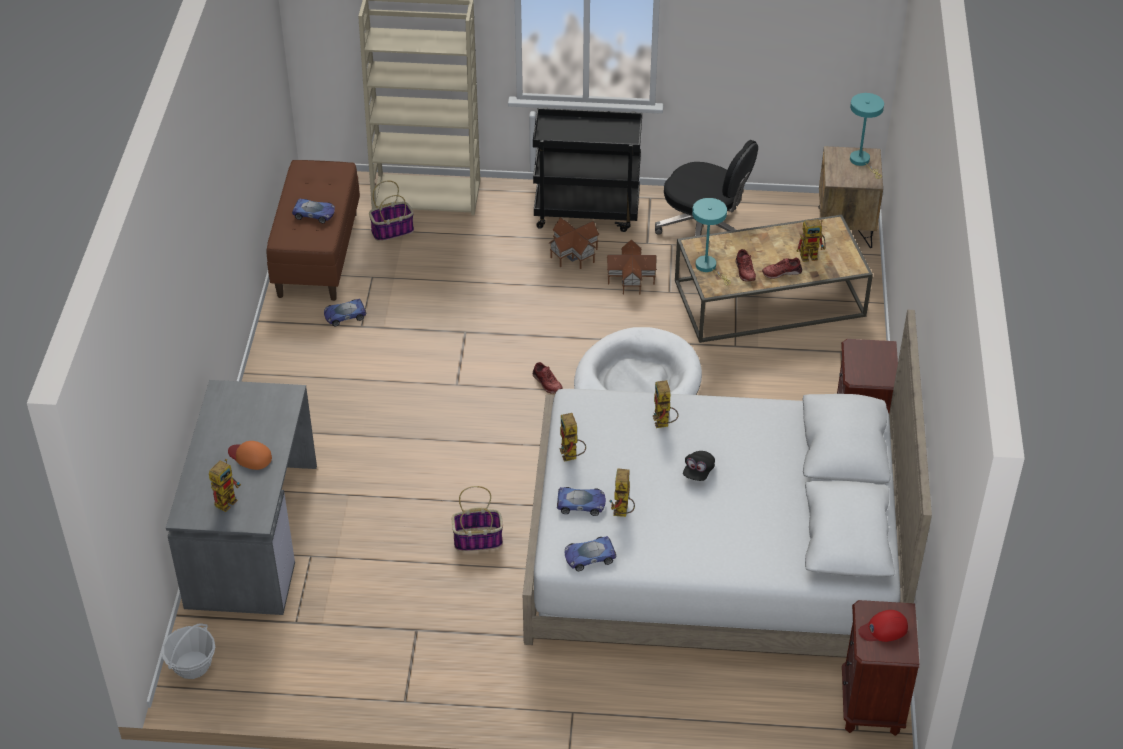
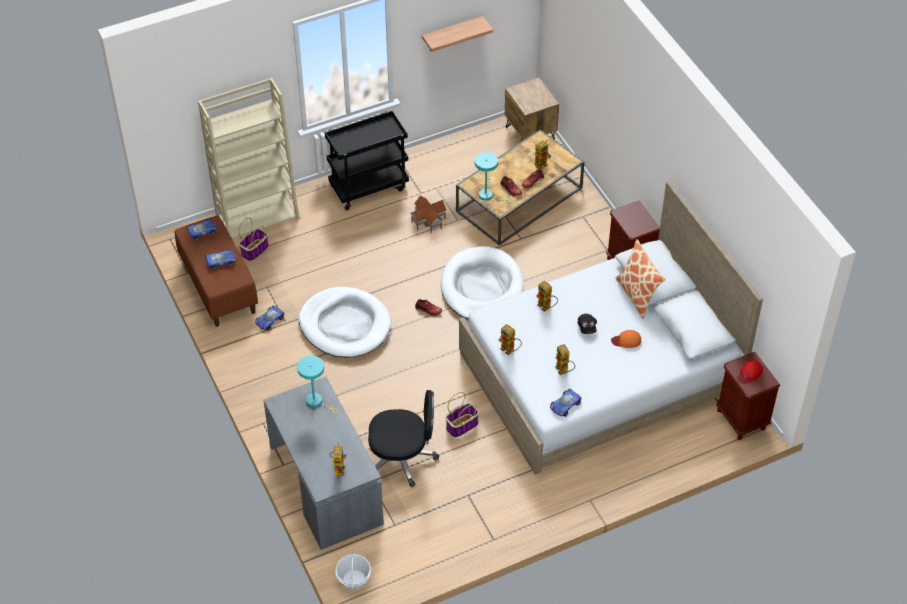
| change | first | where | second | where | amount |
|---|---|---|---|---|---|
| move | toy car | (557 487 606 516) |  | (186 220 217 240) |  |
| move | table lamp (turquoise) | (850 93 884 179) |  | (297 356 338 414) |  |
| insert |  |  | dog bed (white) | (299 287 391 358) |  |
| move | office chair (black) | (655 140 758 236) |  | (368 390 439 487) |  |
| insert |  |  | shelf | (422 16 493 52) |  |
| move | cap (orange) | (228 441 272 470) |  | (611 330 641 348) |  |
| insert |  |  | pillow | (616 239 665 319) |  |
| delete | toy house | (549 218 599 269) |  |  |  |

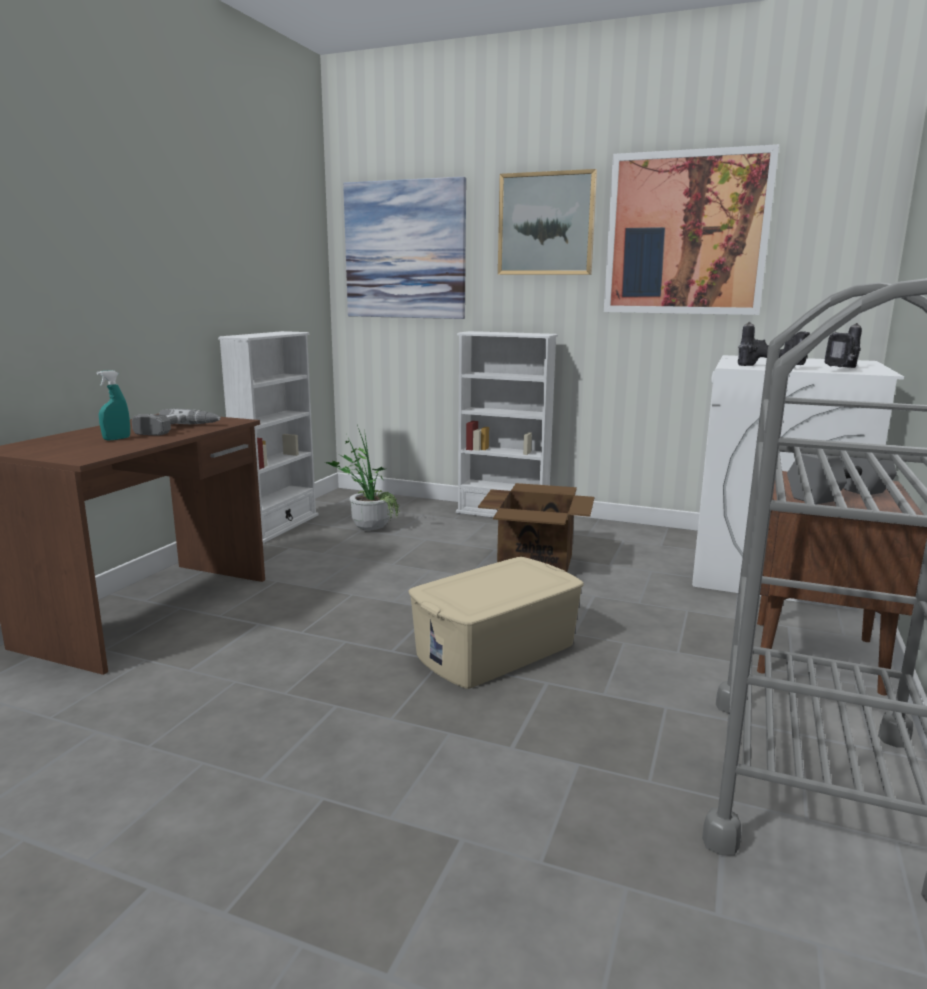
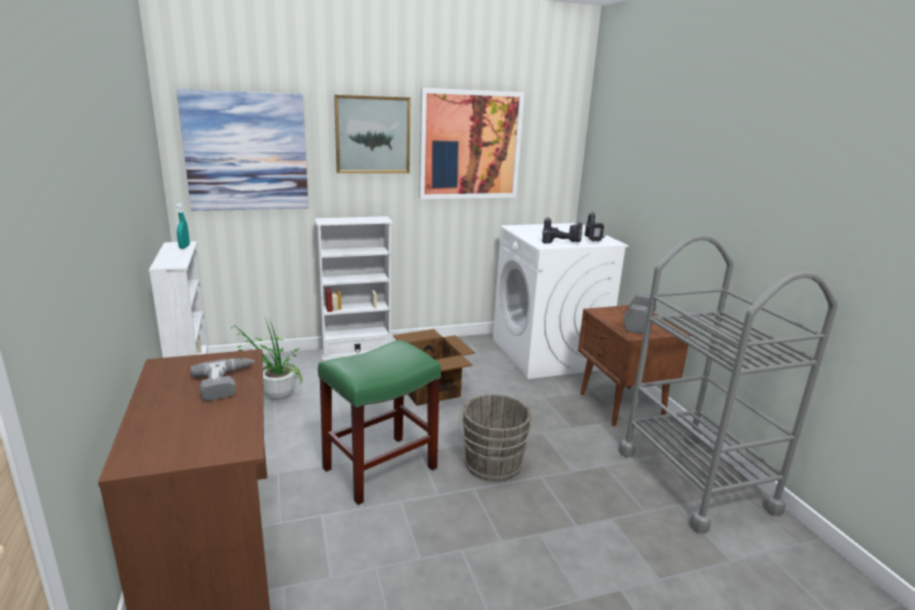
| change | first | where | second | where | amount |
|---|---|---|---|---|---|
| move | spray bottle (turquoise) | (97 370 130 441) |  | (175 203 190 249) |  |
| insert |  |  | stool (green) | (318 340 441 505) |  |
| replace | storage box (beige) | (409 557 584 689) | bucket (grey) | (458 394 533 482) |  |

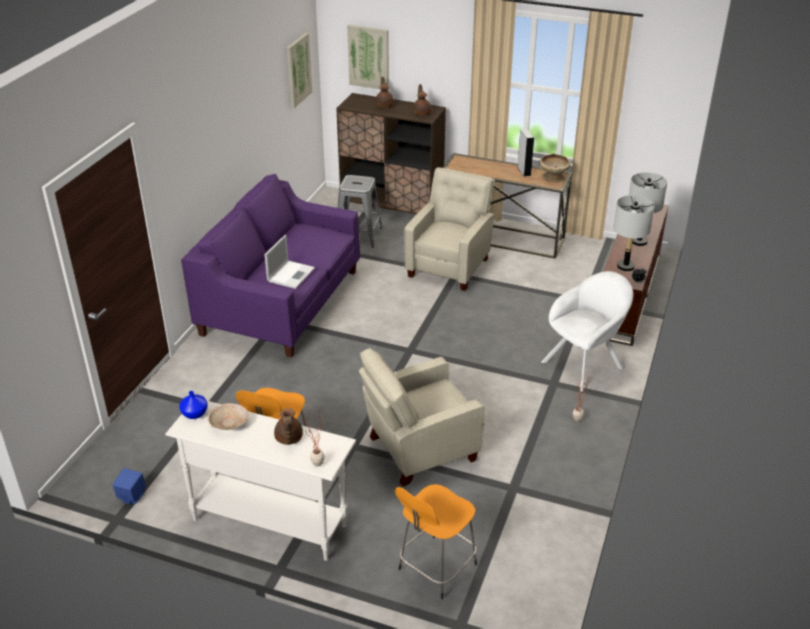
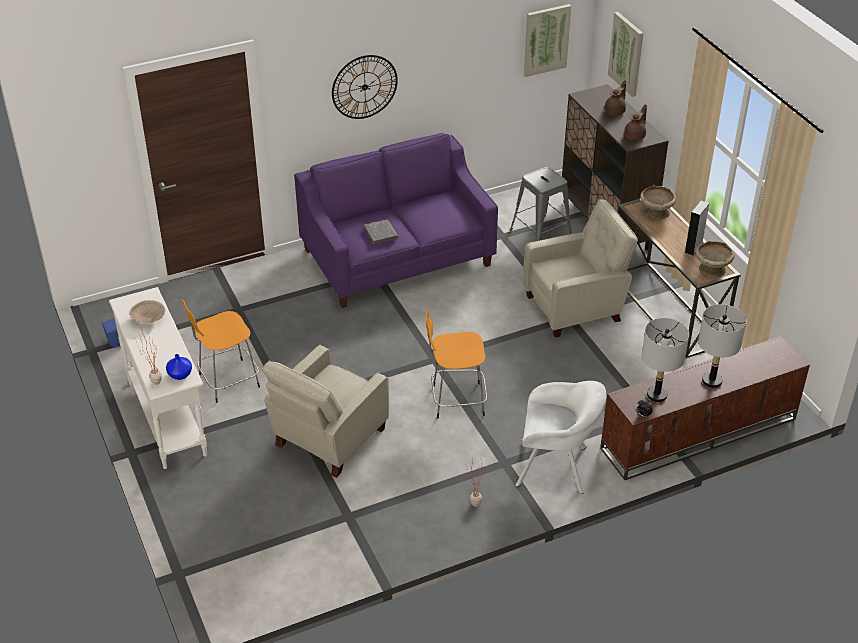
| change | first | where | second | where | amount |
|---|---|---|---|---|---|
| move | vase (blue) | (179 391 208 419) |  | (166 354 192 380) |  |
| rotate | armchair (beige) | (359 348 485 487) |  | (261 345 389 478) | 75 degrees counterclockwise |
| insert |  |  | wall clock | (332 55 398 119) |  |
| replace | laptop | (265 235 315 289) | book (grey) | (364 219 398 244) |  |
| move | stool (orange) | (395 484 477 599) |  | (426 309 487 419) |  |
| insert |  |  | bowl (beige) | (640 185 676 220) |  |
| delete | teapot (brown) | (274 408 303 445) |  |  |  |

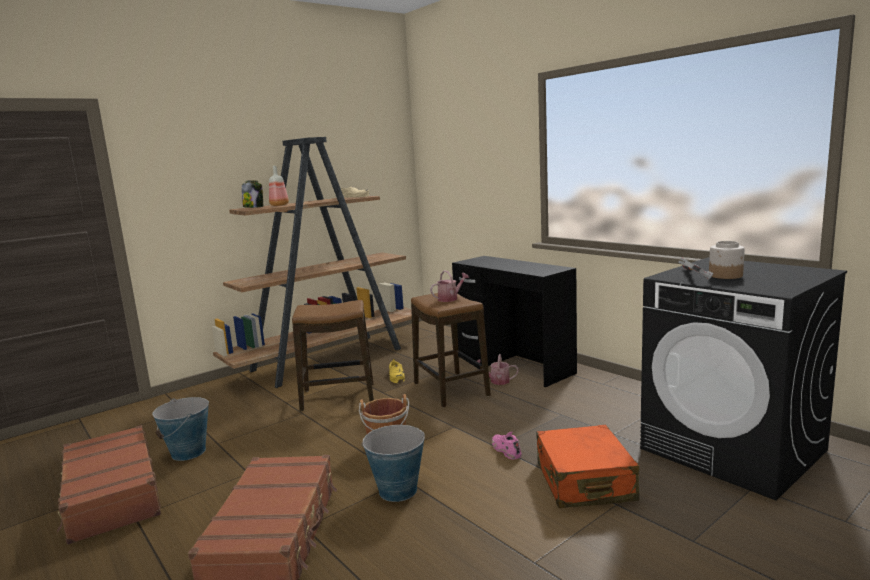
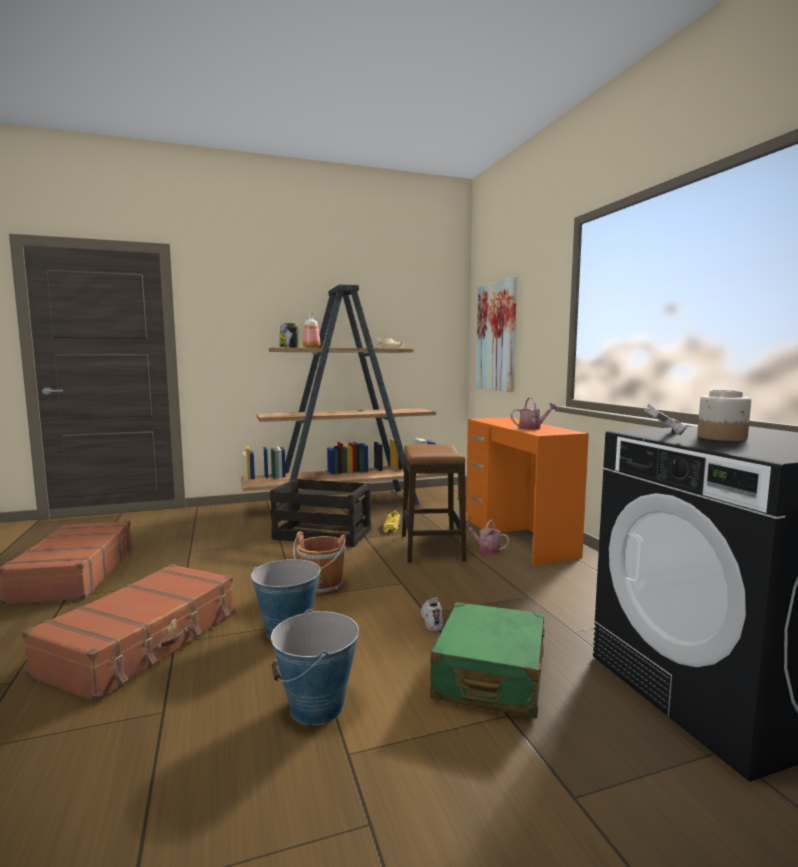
| change | first | where | second | where | amount |
|---|---|---|---|---|---|
| replace | stool | (292 300 374 411) | crate | (270 479 371 547) |  |
| move | bucket | (152 397 209 461) |  | (271 609 359 725) |  |
| recolor | shoe (pink) | (492 431 522 460) | shoe (white) | (421 598 443 631) |  |
| recolor | suitcase (orange) | (536 425 639 508) | suitcase (green) | (430 602 545 719) |  |
| recolor | desk (black) | (452 256 577 387) | desk (orange) | (466 417 589 565) |  |
| insert |  |  | picture | (476 277 517 392) |  |
| move | watering can | (430 270 470 302) |  | (511 397 558 430) |  |

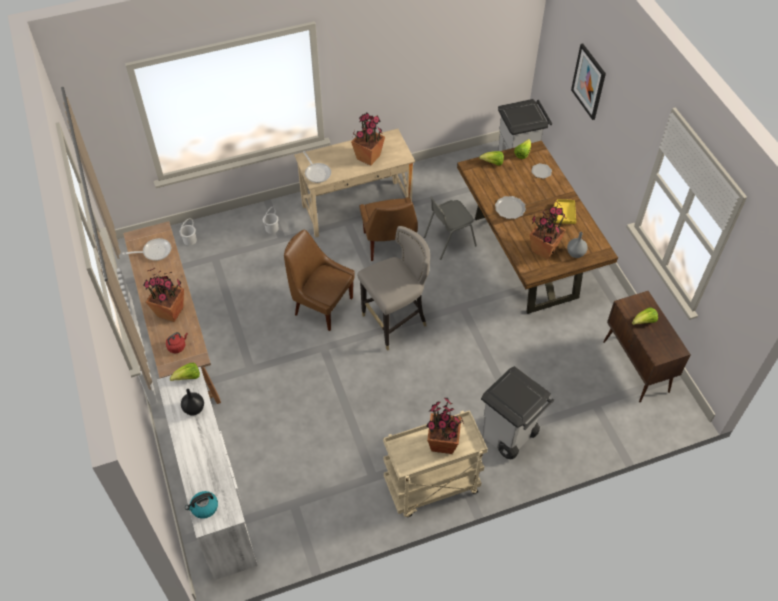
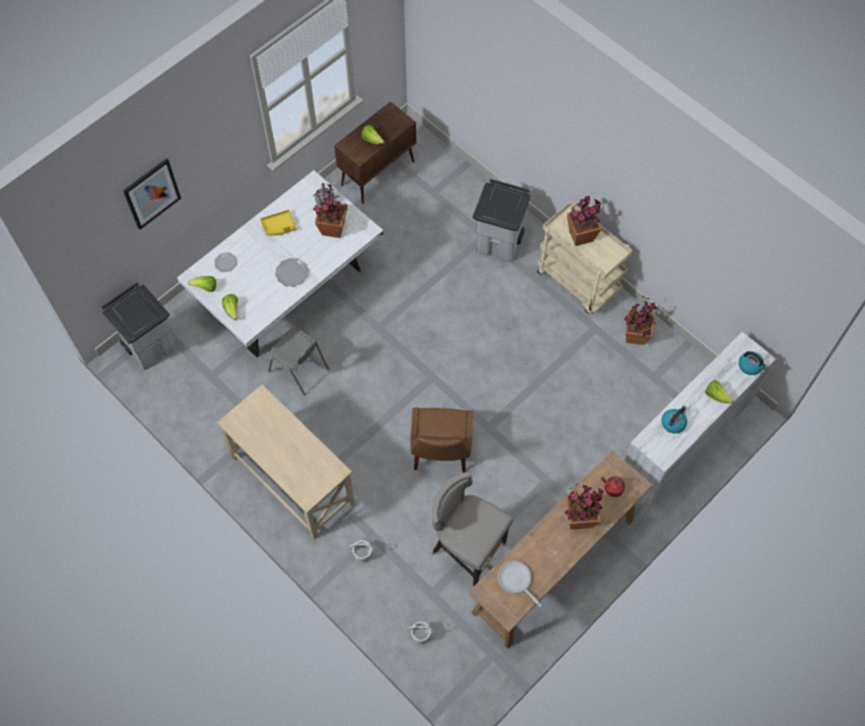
| change | first | where | second | where | amount |
|---|---|---|---|---|---|
| recolor | dining table (brown) | (457 140 618 314) | dining table (white) | (177 170 383 357) |  |
| move | stool (grey) | (357 226 430 351) |  | (432 472 514 587) |  |
| move | potted plant | (351 113 385 166) |  | (624 295 657 345) |  |
| replace | vase (black) | (181 389 204 415) | kettle | (661 406 687 433) |  |
| move | lettuce | (170 362 200 381) |  | (705 380 734 404) |  |
| delete | frying pan | (303 151 331 183) |  |  |  |
| delete | chair (brown) | (359 197 418 261) |  |  |  |

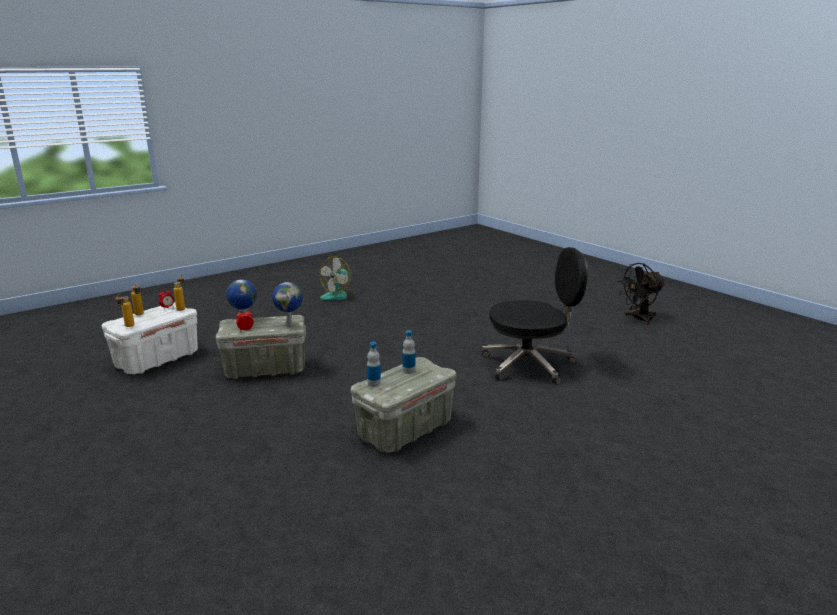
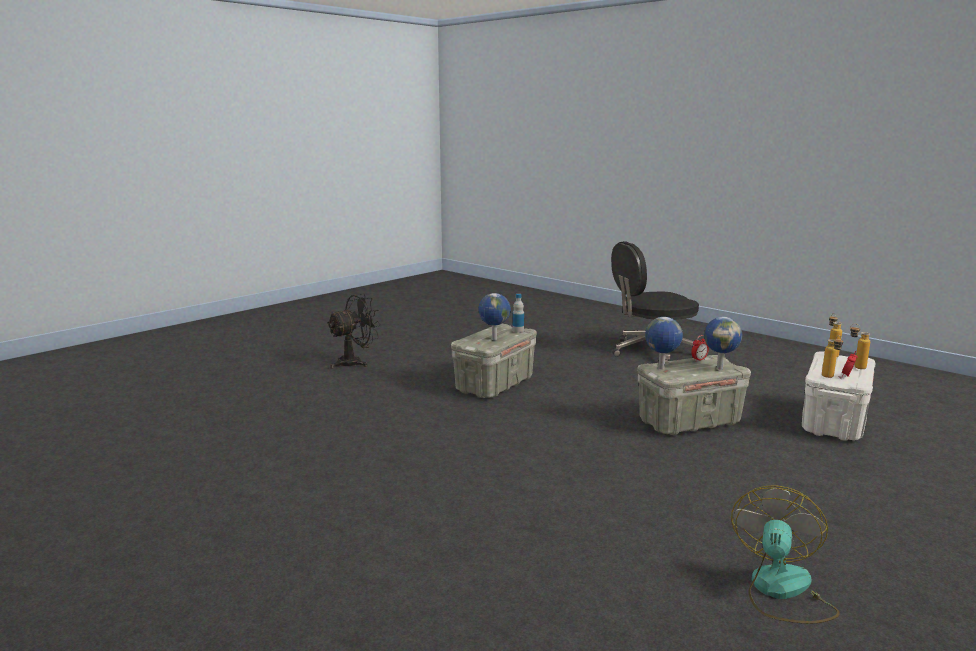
| change | first | where | second | where | amount |
|---|---|---|---|---|---|
| move | fan (black) | (617 263 665 325) |  | (327 294 381 369) |  |
| replace | bottle | (402 330 416 374) | globe | (478 293 511 340) |  |
| move | office chair (black) | (482 247 588 385) |  | (611 241 699 362) |  |

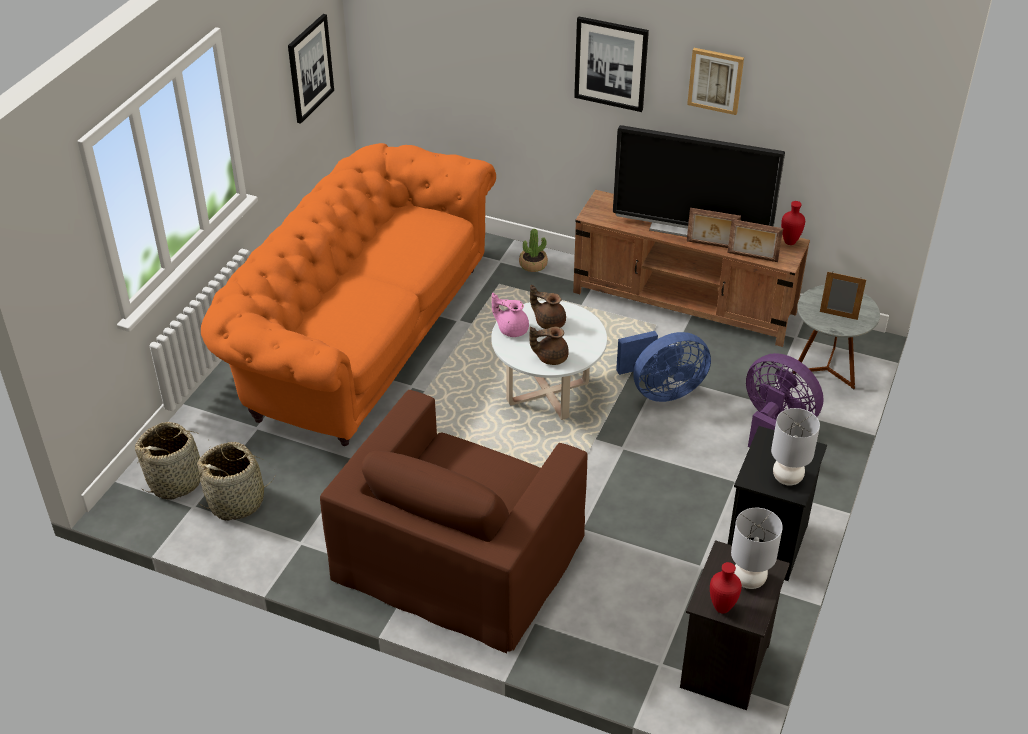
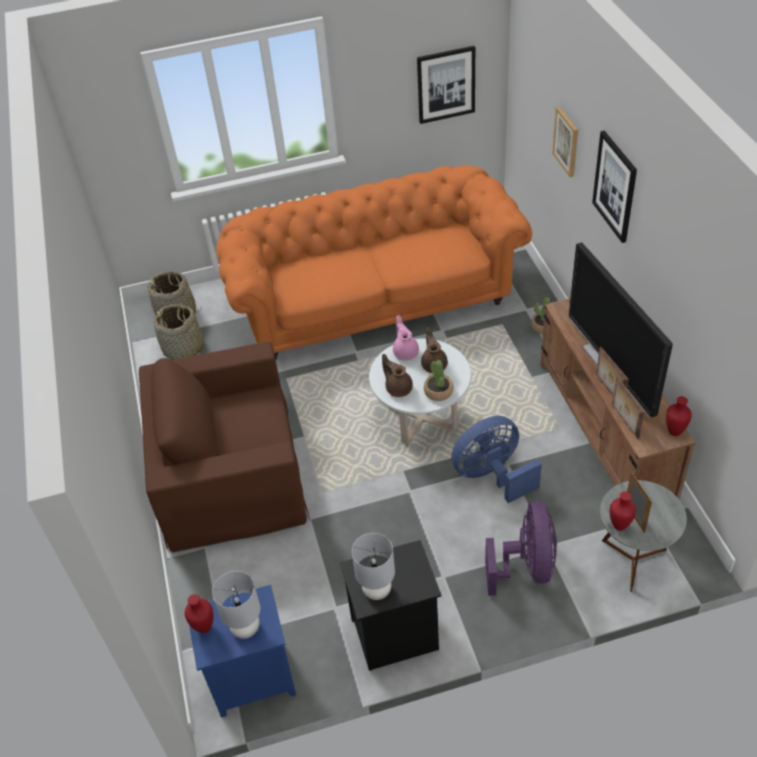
| change | first | where | second | where | amount |
|---|---|---|---|---|---|
| recolor | nightstand (black) | (680 540 790 710) | nightstand (blue) | (189 585 296 718) |  |
| insert |  |  | potted plant | (424 360 454 401) |  |
| rotate | fan (blue) | (616 331 711 402) |  | (451 416 542 503) | 120 degrees clockwise |
| move | picture | (687 48 744 115) |  | (552 106 578 177) |  |
| insert |  |  | vase (red) | (610 491 636 531) |  |

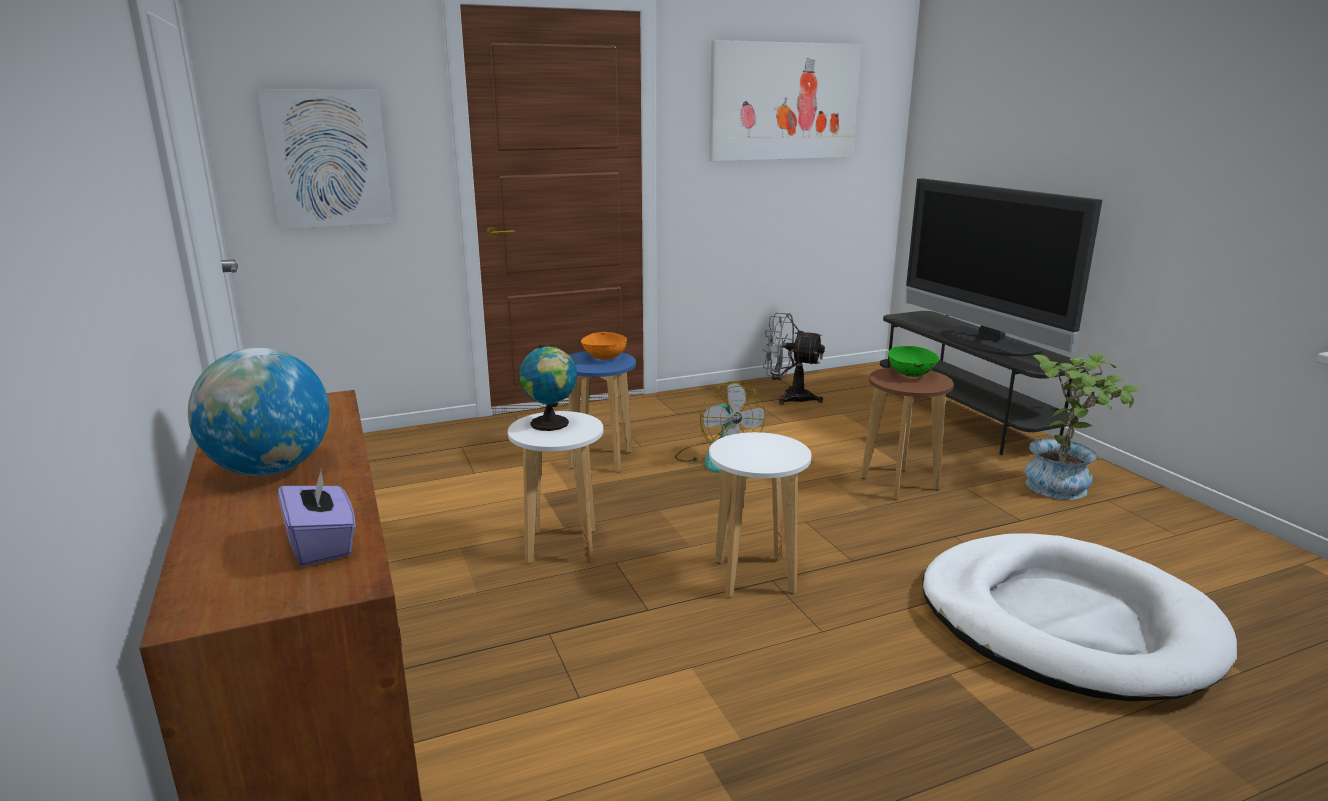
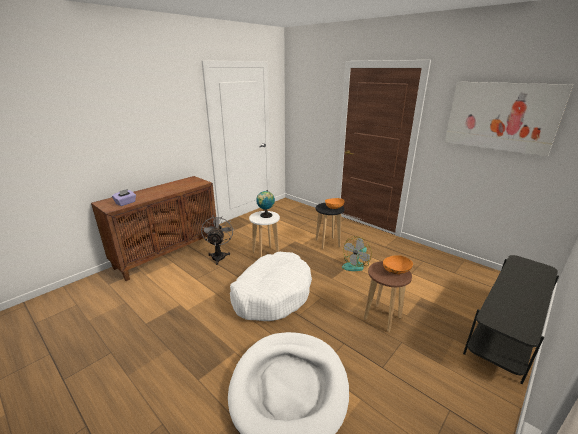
| change | first | where | second | where | amount |
|---|---|---|---|---|---|
| move | fan (grey) | (763 313 825 405) |  | (201 215 233 265) |  |
| replace | stool (white) | (709 432 811 598) | dog bed (white) | (230 252 312 321) |  |
| recolor | stool (blue) | (568 351 636 472) | stool (black) | (316 203 344 249) |  |
| recolor | bowl (green) | (888 345 939 377) | bowl (orange) | (383 255 413 274) |  |
| delete | globe | (188 348 329 476) |  |  |  |
| delete | picture | (257 89 393 229) |  |  |  |
| delete | television | (906 178 1102 356) |  |  |  |
| delete | potted plant | (1025 354 1140 500) |  |  |  |

